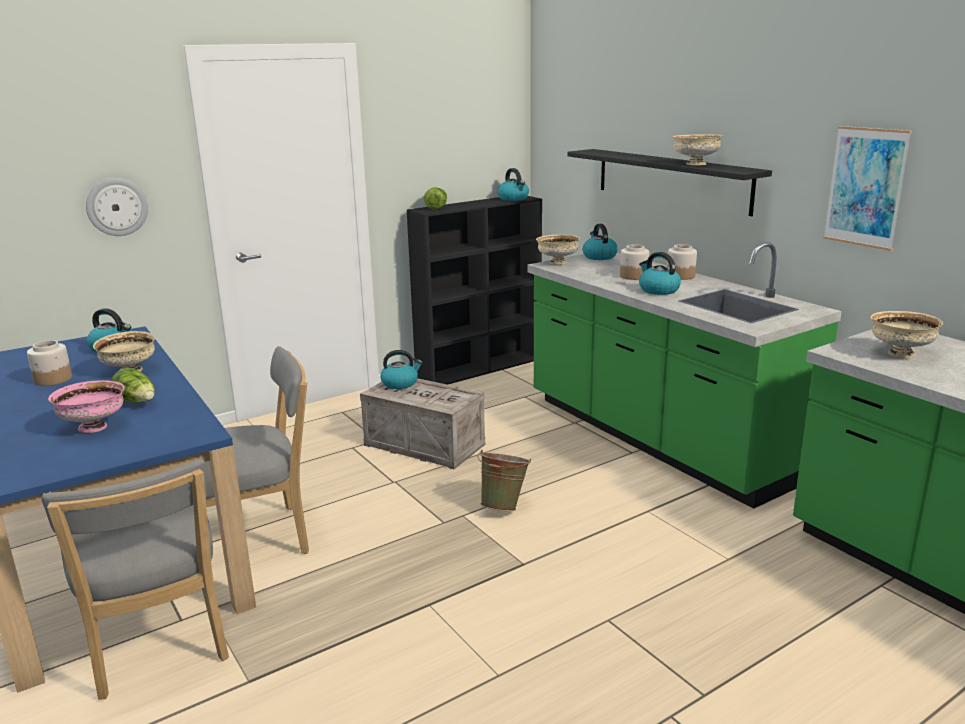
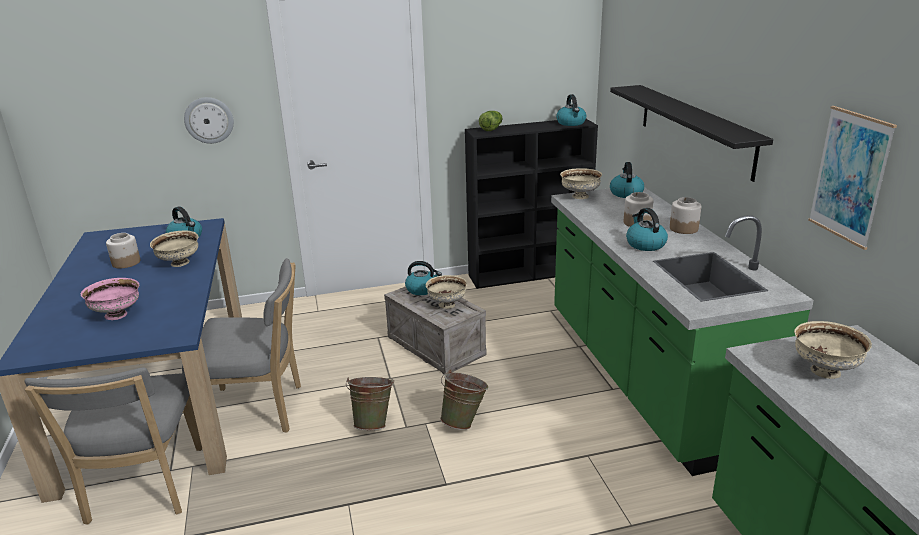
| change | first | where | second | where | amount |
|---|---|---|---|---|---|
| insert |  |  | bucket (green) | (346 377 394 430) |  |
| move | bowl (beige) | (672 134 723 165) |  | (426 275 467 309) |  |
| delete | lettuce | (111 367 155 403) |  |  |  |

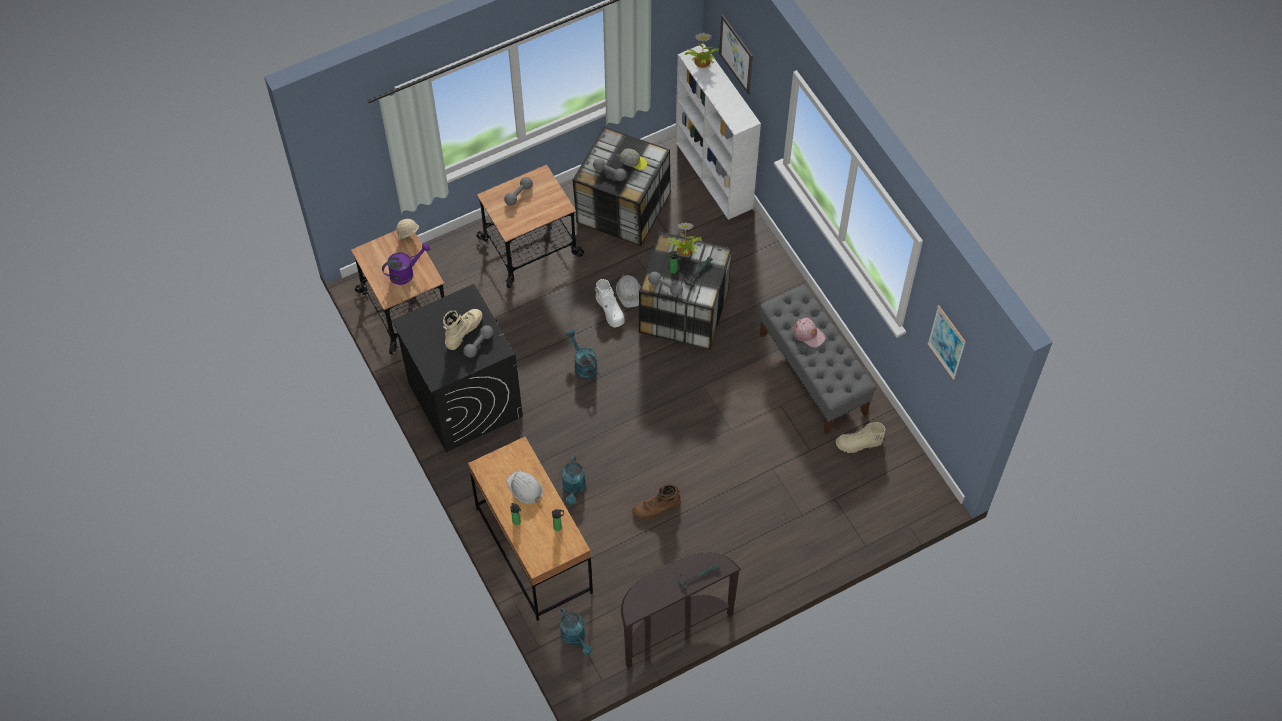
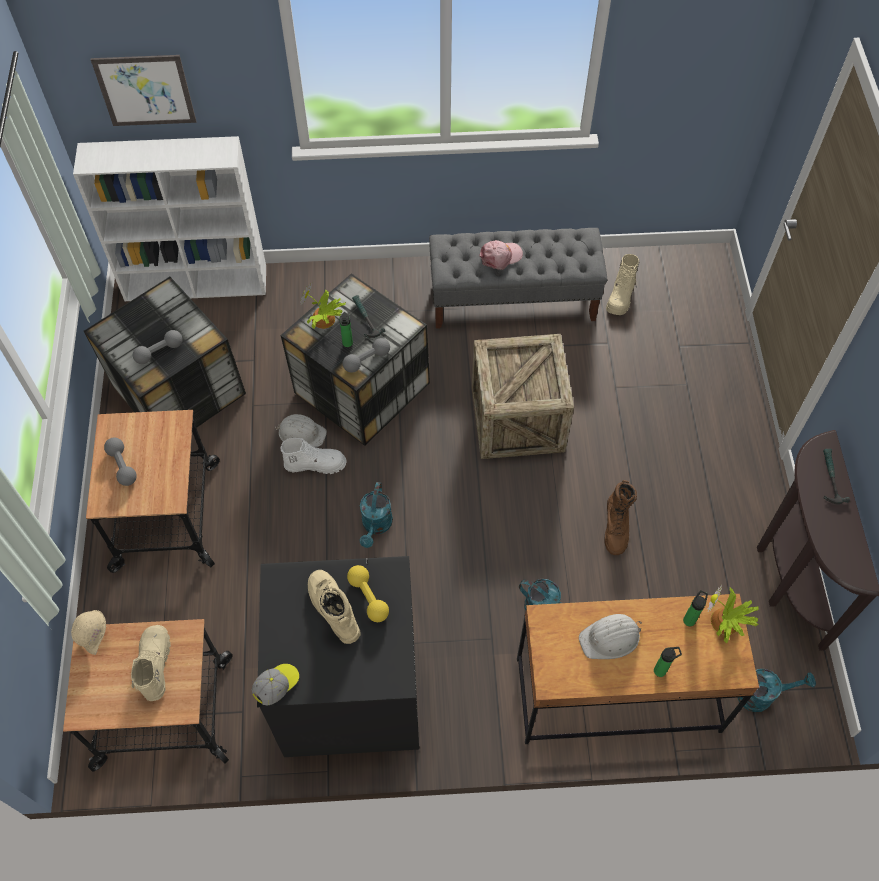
| change | first | where | second | where | amount |
|---|---|---|---|---|---|
| replace | watering can (purple) | (382 243 431 285) | boot (beige) | (131 625 171 701) |  |
| move | cap | (620 149 647 170) |  | (252 664 299 706) |  |
| recolor | dumbbell (grey) | (463 325 493 358) | dumbbell (yellow) | (347 565 389 622) |  |
| rotate | watering can (turquoise) | (566 330 597 379) |  | (359 482 393 548) | 75 degrees counterclockwise |
| insert |  |  | crate | (472 334 574 459) |  |
| move | potted plant | (685 32 718 68) |  | (708 585 759 643) |  |
| delete | picture | (927 305 966 380) |  |  |  |

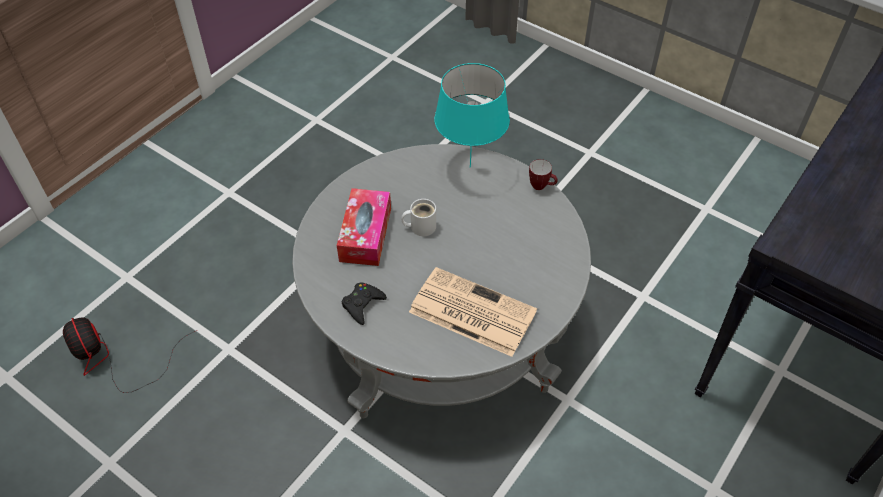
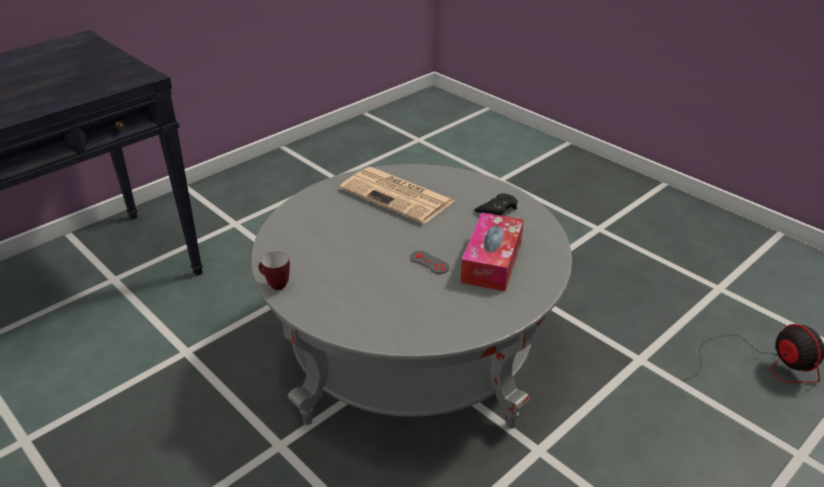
| change | first | where | second | where | amount |
|---|---|---|---|---|---|
| replace | mug (white) | (401 199 436 236) | game controller (grey) | (410 251 449 274) |  |
| delete | table lamp (turquoise) | (434 63 510 168) |  |  |  |

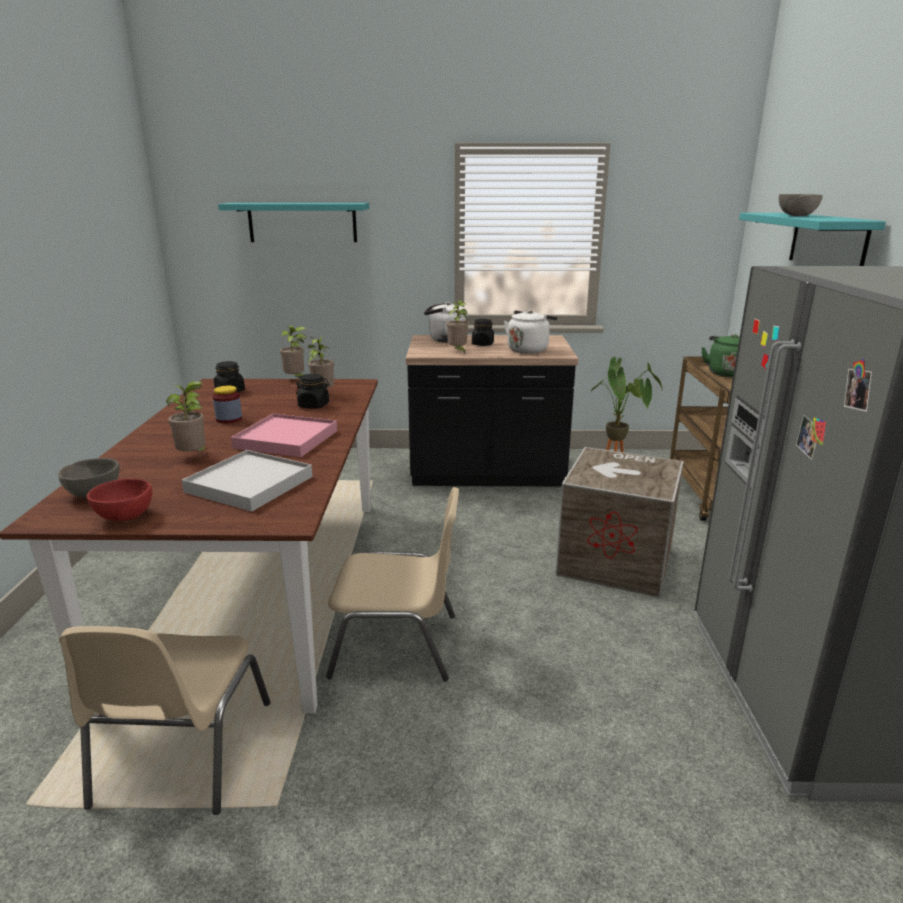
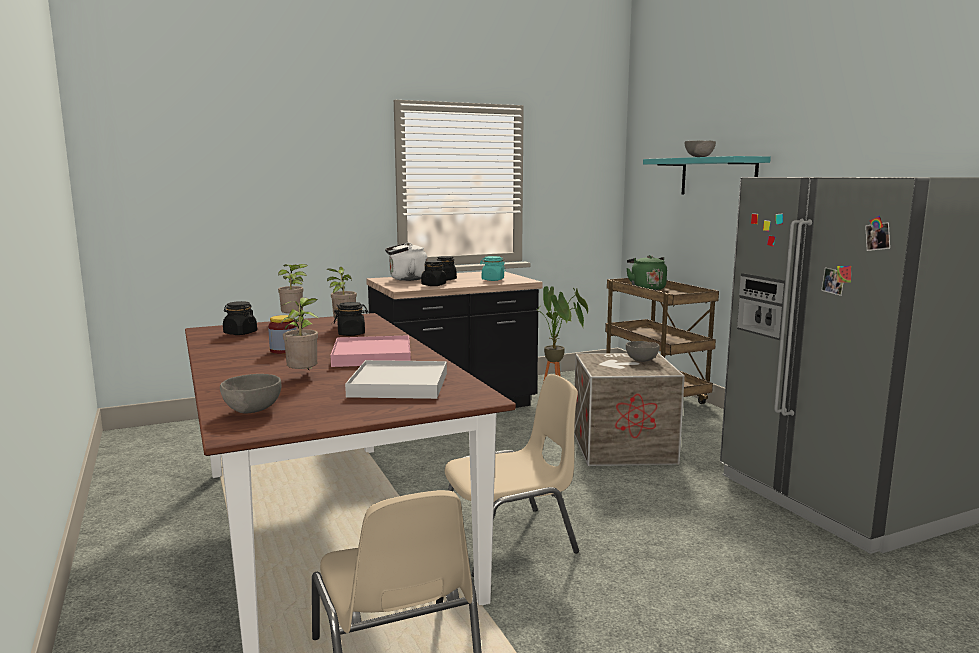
| change | first | where | second | where | amount |
|---|---|---|---|---|---|
| replace | potted plant | (446 300 468 353) | jar (black) | (421 260 446 286) |  |
| replace | kettle (white) | (504 310 557 354) | jar (turquoise) | (480 256 506 281) |  |
| insert |  |  | bowl (grey) | (626 341 660 362) |  |
| delete | bowl (red) | (87 479 152 521) |  |  |  |
| delete | shelf (turquoise) | (218 203 369 242) |  |  |  |

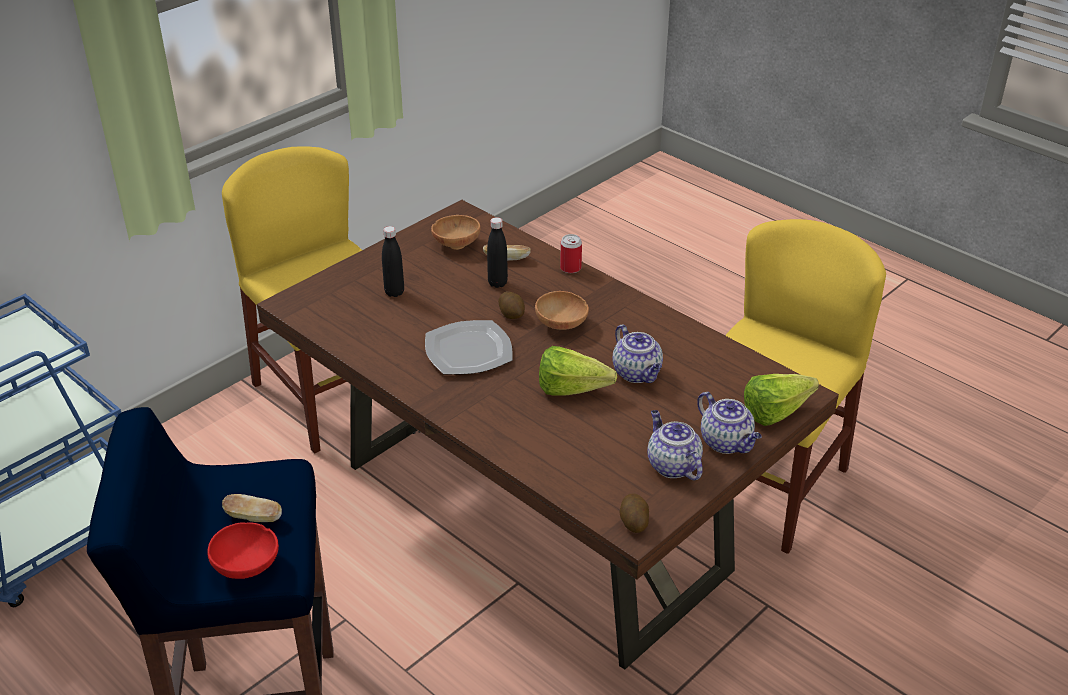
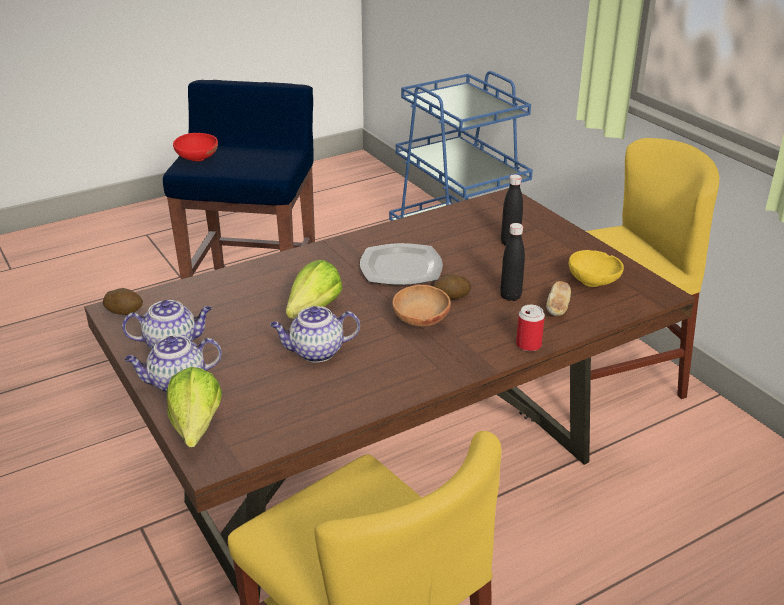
| change | first | where | second | where | amount |
|---|---|---|---|---|---|
| recolor | bowl (brown) | (431 215 481 250) | bowl (yellow) | (569 250 624 287) |  |
| delete | bread | (222 494 282 522) |  |  |  |

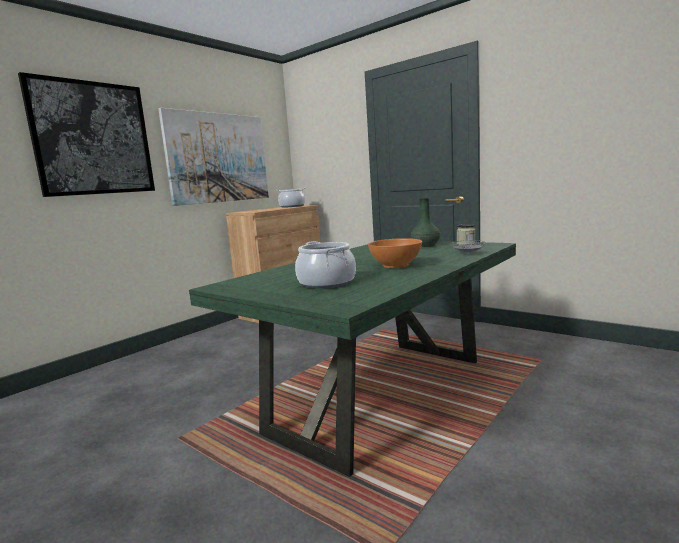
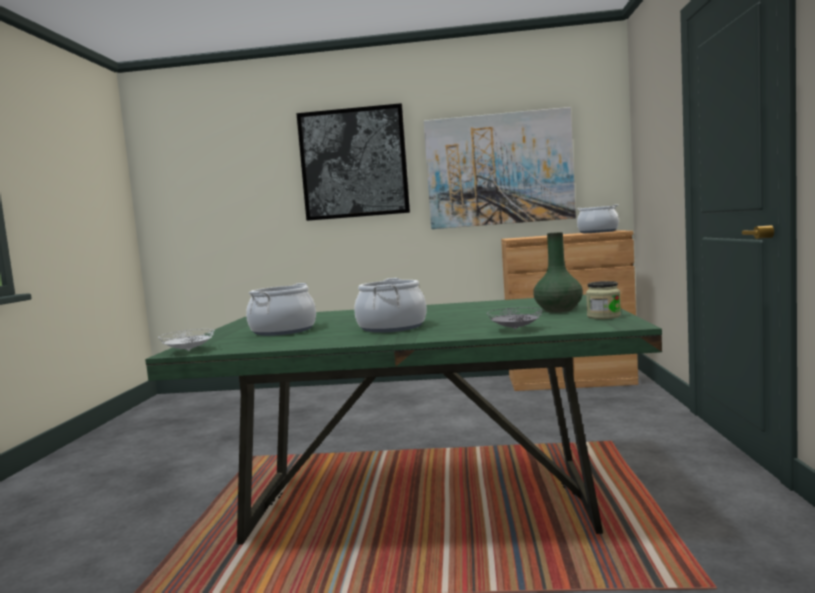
| change | first | where | second | where | amount |
|---|---|---|---|---|---|
| insert |  |  | plate (white) | (158 329 215 351) |  |
| replace | bowl (orange) | (368 238 422 268) | cooking pot | (354 278 427 333) |  |

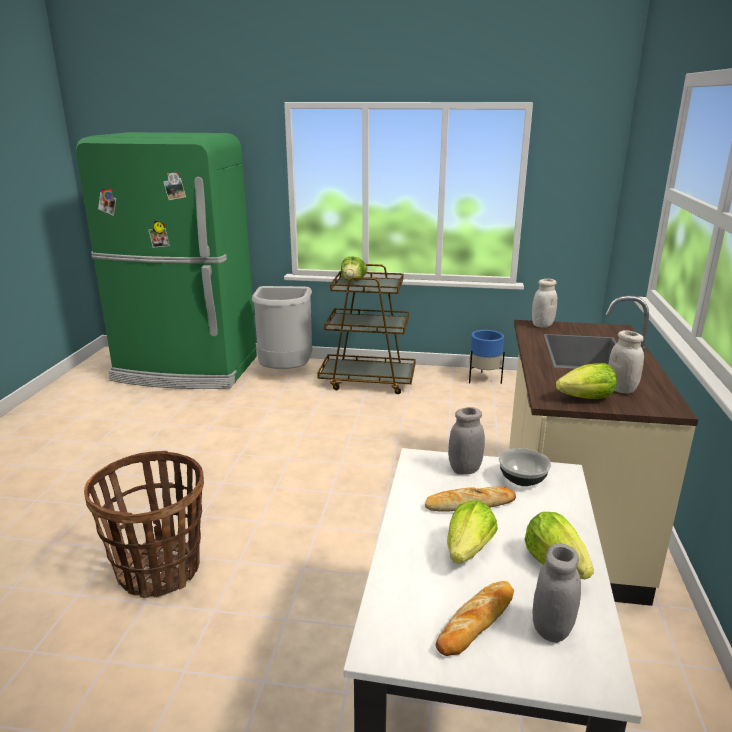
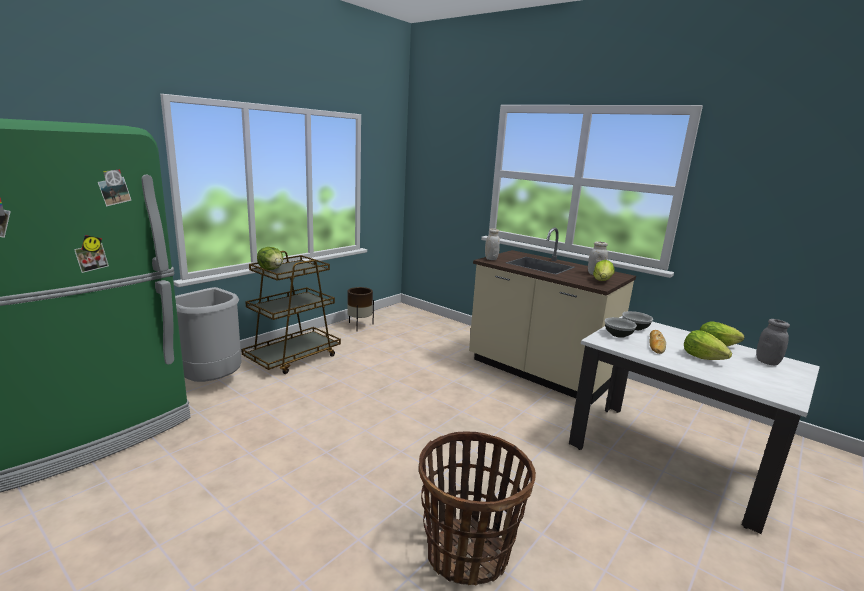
| change | first | where | second | where | amount |
|---|---|---|---|---|---|
| recolor | planter (blue) | (469 330 505 384) | planter (brown) | (347 287 374 331) |  |
| replace | jar (grey) | (448 407 485 475) | bowl | (605 317 637 338) |  |
| delete | bread | (436 581 514 656) |  |  |  |

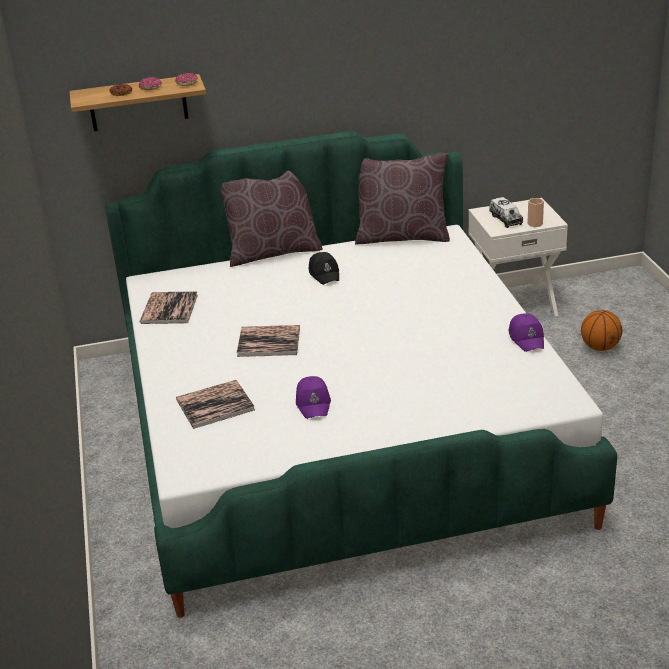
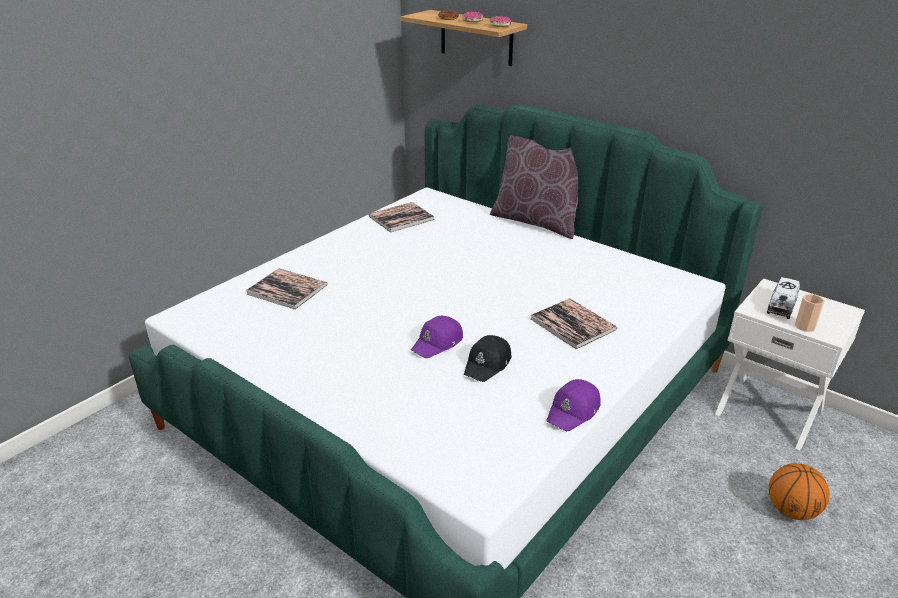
| change | first | where | second | where | amount |
|---|---|---|---|---|---|
| move | cap (purple) | (296 376 331 419) |  | (411 316 463 358) |  |
| move | cap (black) | (309 252 339 285) |  | (464 335 511 382) |  |
| move | book | (237 325 300 357) |  | (531 299 617 349) |  |
| delete | pillow (brown) | (355 153 450 244) |  |  |  |

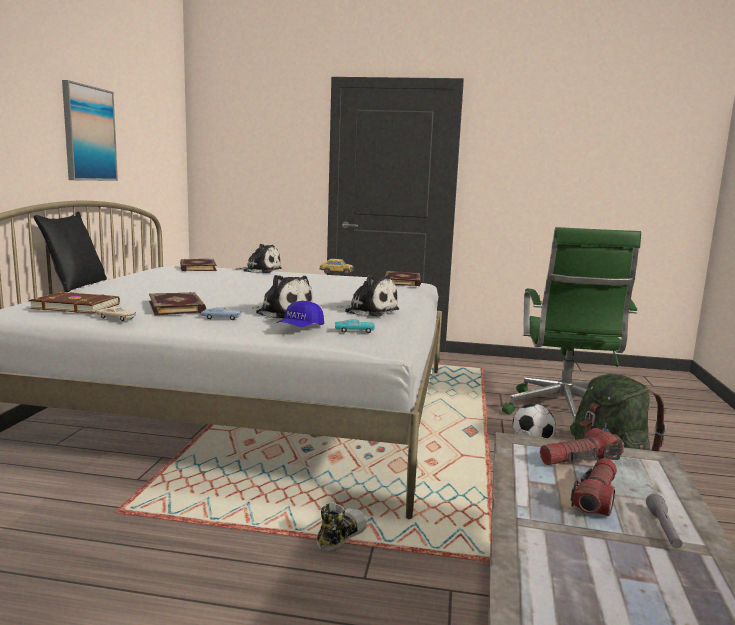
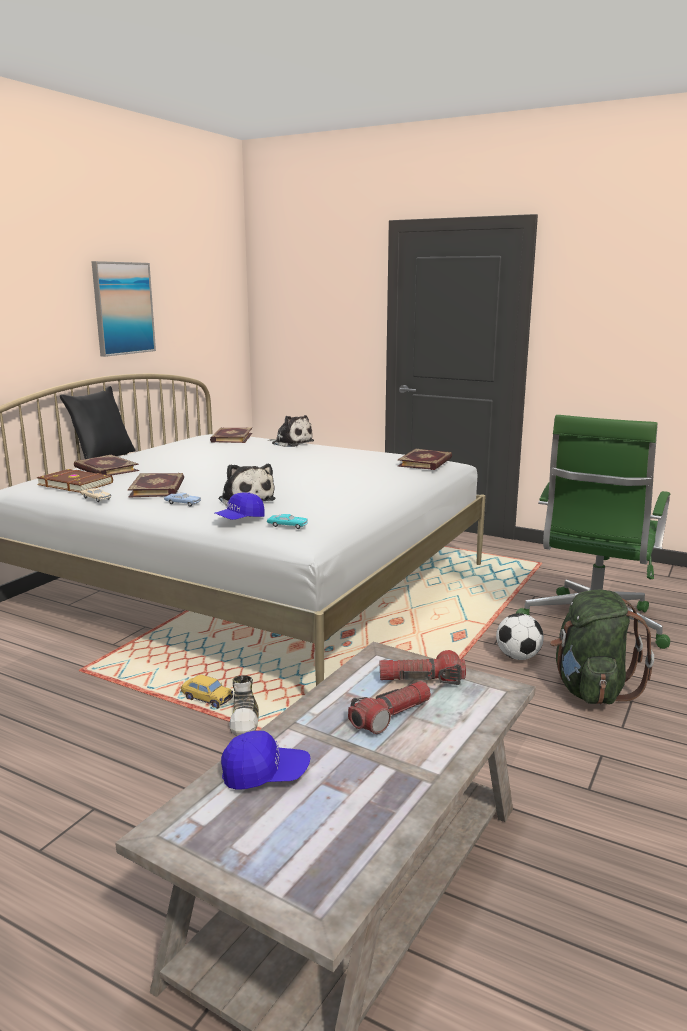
| change | first | where | second | where | amount |
|---|---|---|---|---|---|
| insert |  |  | book | (74 455 139 476) |  |
| move | toy car | (320 259 354 275) |  | (180 675 233 709) |  |
| insert |  |  | cap (blue) | (221 731 310 790) |  |
| rotate | shoe | (317 502 367 551) |  | (229 675 259 736) | 120 degrees clockwise |
| delete | plush toy | (338 275 399 317) |  |  |  |
| delete | flashlight (grey) | (646 494 682 548) |  |  |  |

